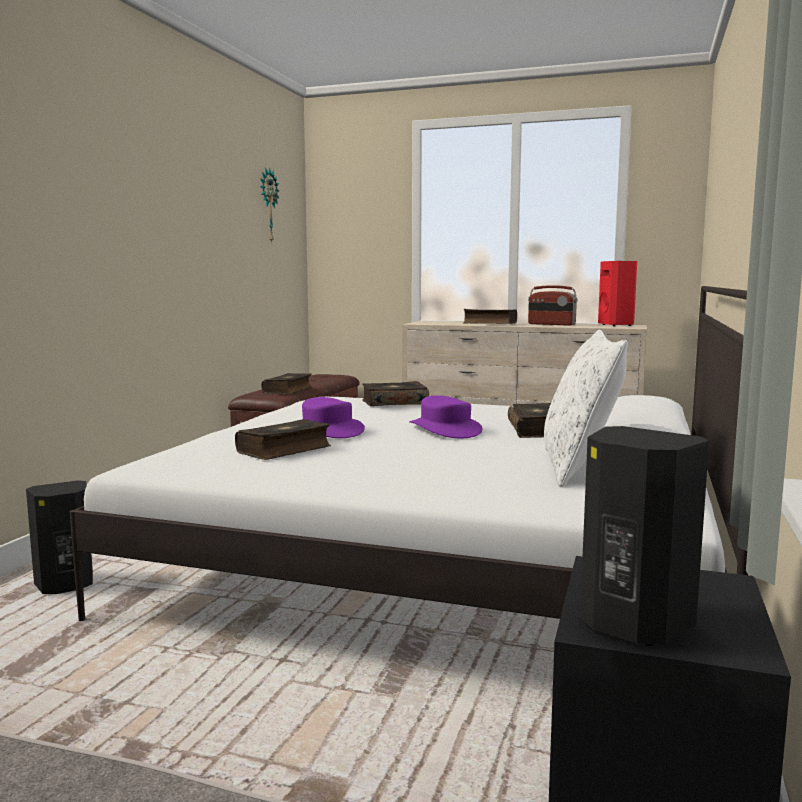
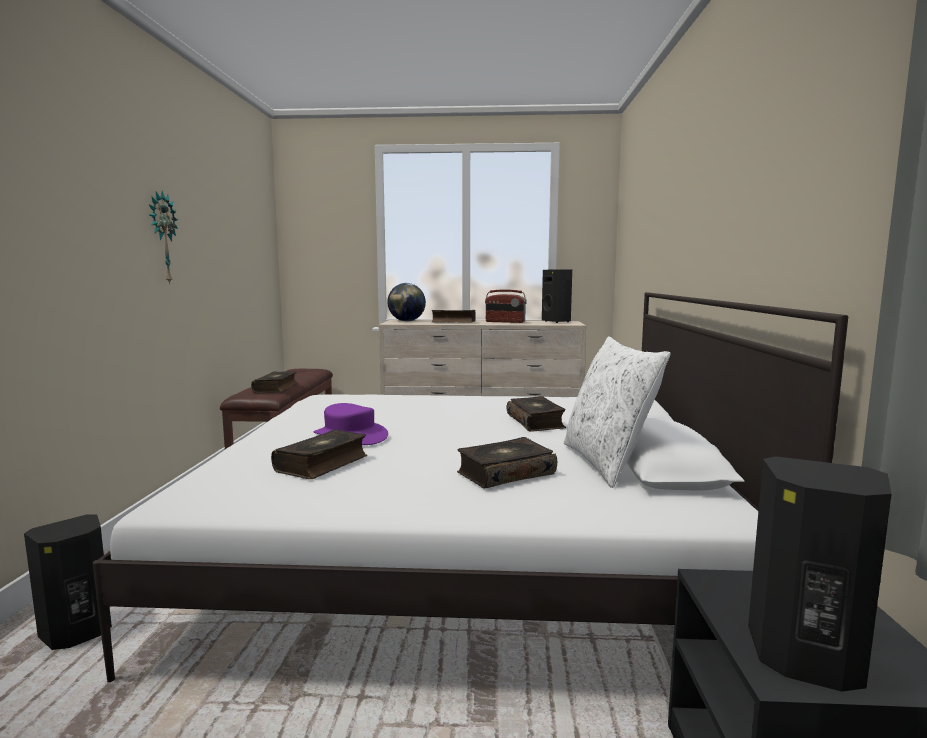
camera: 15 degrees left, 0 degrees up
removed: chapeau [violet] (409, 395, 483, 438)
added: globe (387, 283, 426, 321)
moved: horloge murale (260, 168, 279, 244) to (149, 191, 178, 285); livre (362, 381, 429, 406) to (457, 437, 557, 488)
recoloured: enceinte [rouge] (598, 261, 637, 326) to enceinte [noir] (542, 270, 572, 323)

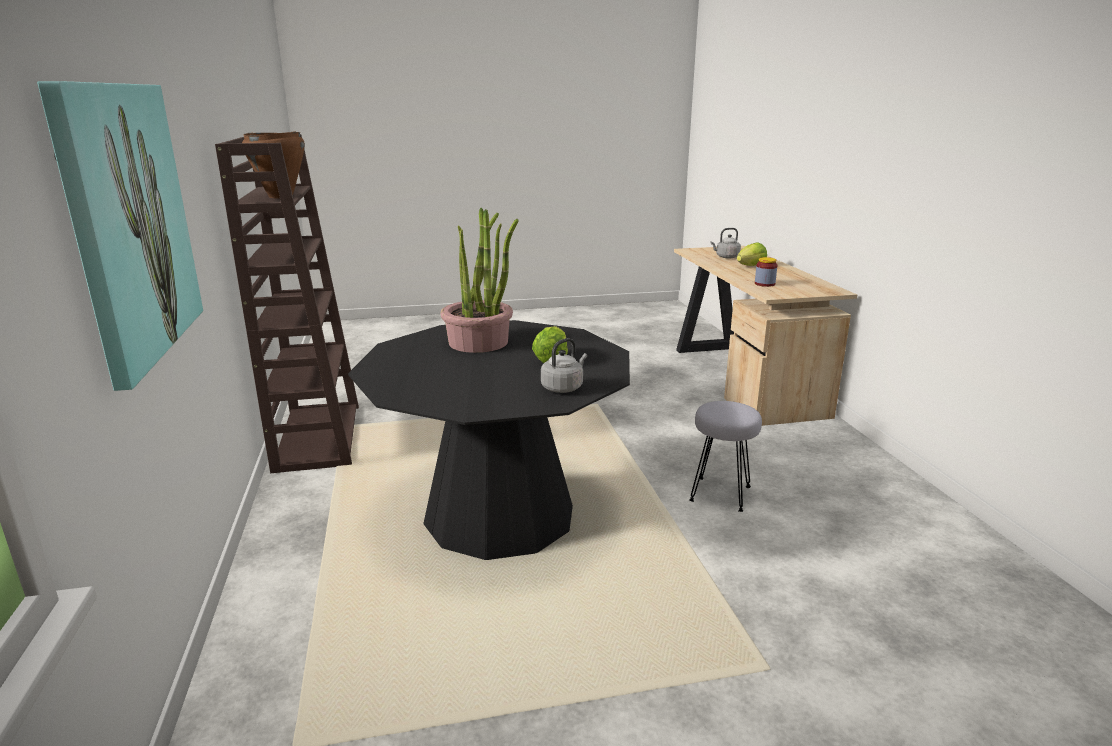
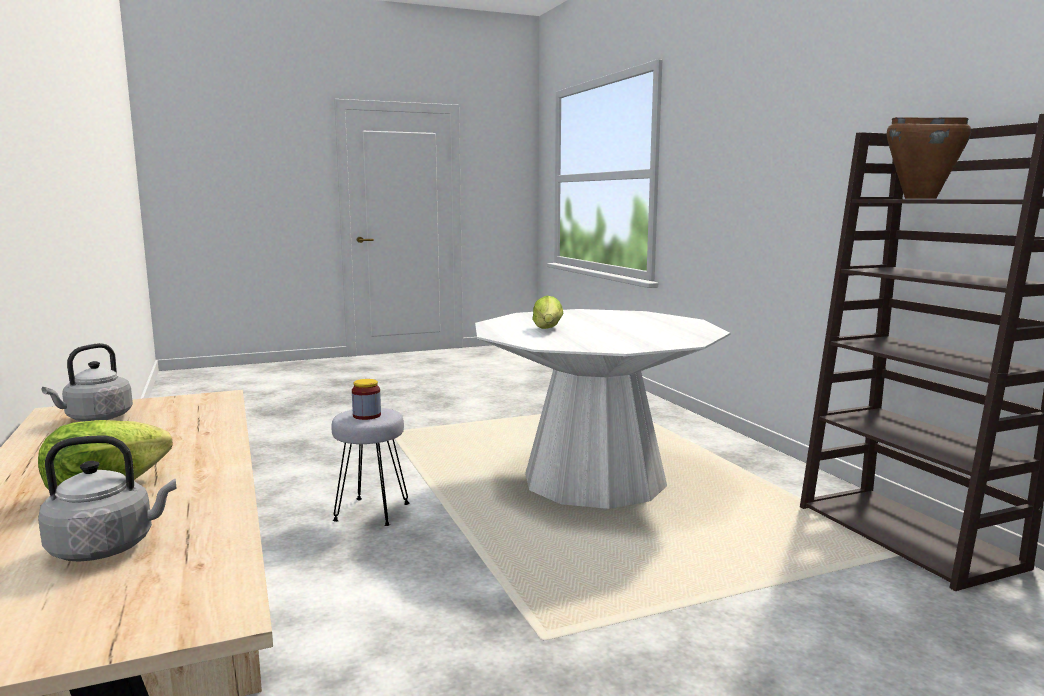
camera: 170 degrees right, 10 degrees down
removed: tableau (37, 81, 203, 391); plante en pot (441, 208, 519, 353)
moved: bouilloire [gris] (541, 338, 587, 393) to (41, 343, 133, 421); bocal (755, 257, 777, 287) to (352, 379, 381, 420)
recoloured: table à manger [noir] (348, 320, 630, 560) to table à manger [blanc] (475, 309, 730, 509)

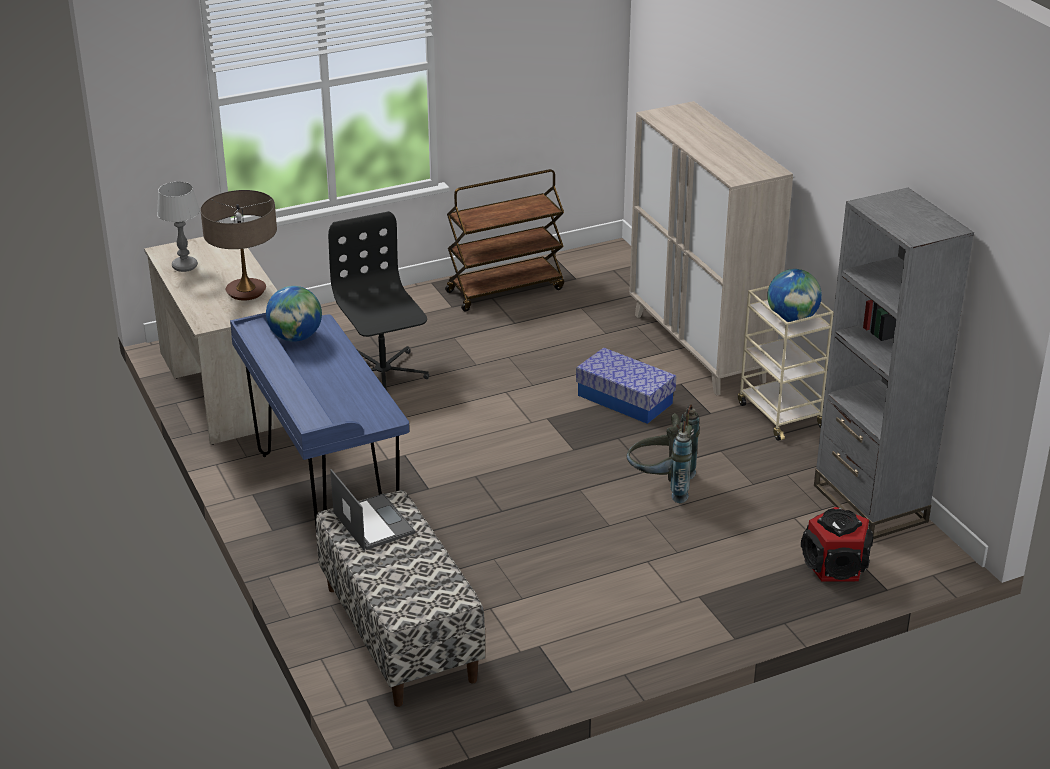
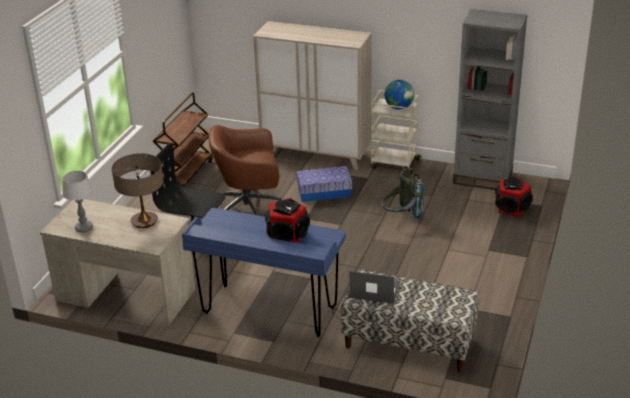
camera: 45 degrees left, 0 degrees up
removed: globe (266, 286, 322, 342)
added: chaise de bureau [marron] (208, 125, 281, 216); enceinte (265, 198, 310, 243)

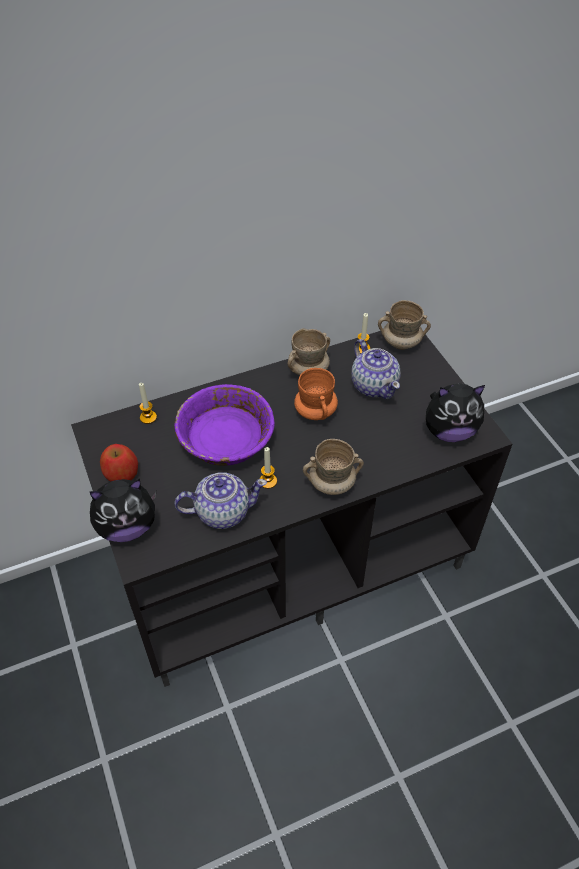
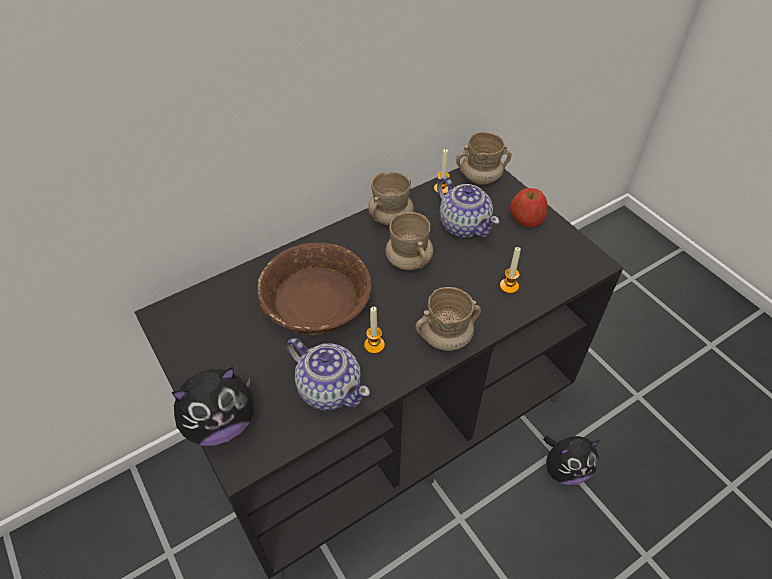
camera: 10 degrees left, 0 degrees up
moved: bougie (139, 383, 157, 424) to (500, 247, 521, 294); pomme (100, 444, 138, 482) to (510, 188, 548, 228); peluche (426, 383, 485, 442) to (543, 436, 601, 485)
recoloured: bol [violet] (174, 384, 275, 466) to bol [marron] (257, 243, 372, 335); mug [orange] (294, 368, 338, 420) to mug [beige] (385, 212, 433, 270)
turned: théière (174, 473, 267, 529) = (286, 338, 370, 411) 60 degrees clockwise

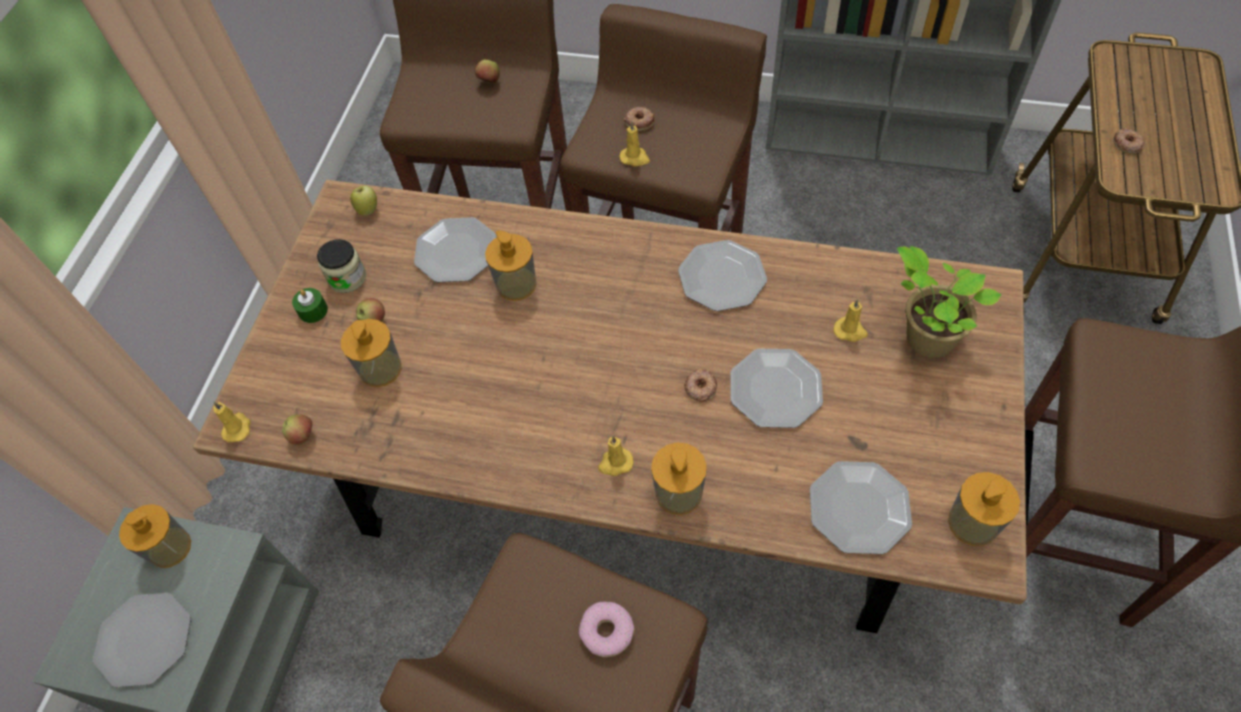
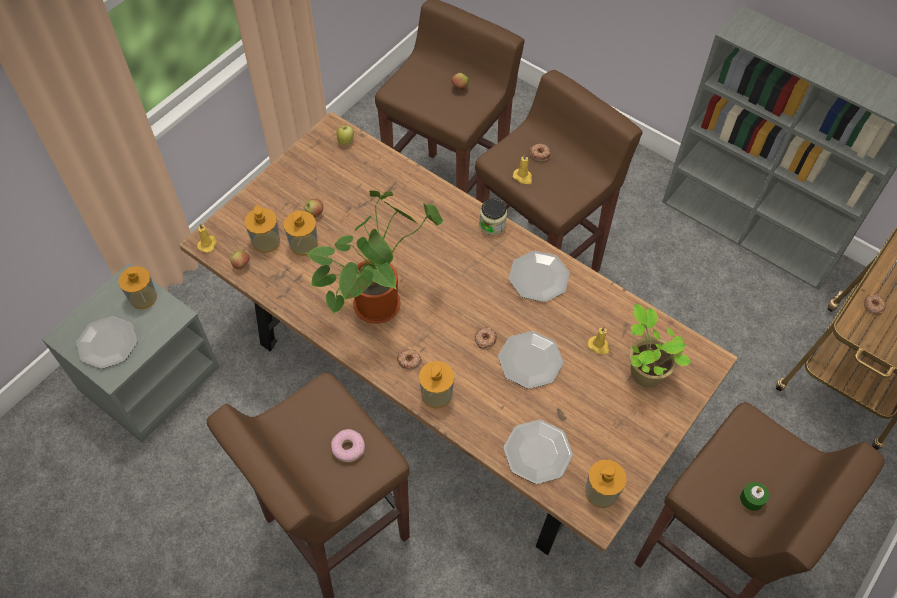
camera: 20 degrees right, 0 degrees up
removed: assiette (414, 217, 496, 282)
added: plante en pot (306, 190, 443, 324)
moved: distributeur de savon (485, 230, 537, 301) to (245, 205, 280, 253); bocal (317, 239, 366, 293) to (479, 199, 507, 235); bougie [vert] (292, 288, 328, 323) to (740, 482, 769, 511)
replaced: bougie [jaune] (598, 436, 634, 476) to beignet (397, 349, 421, 370)

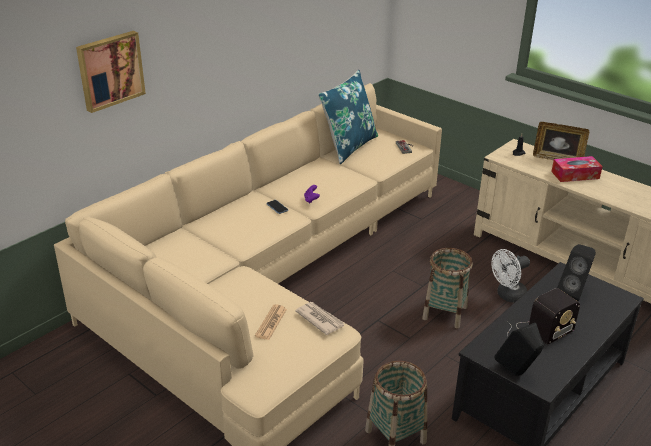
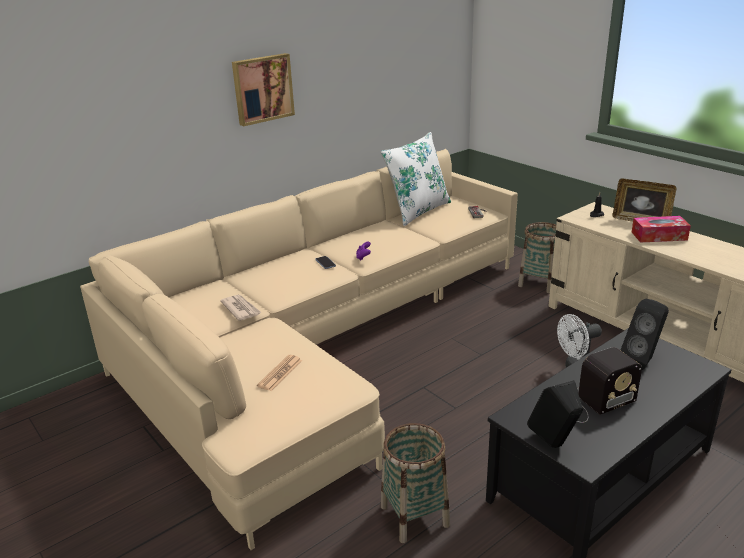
camera: 10 degrees right, 5 degrees down
moved: journal (295, 302, 345, 335) to (220, 295, 262, 321); tableau (76, 31, 146, 113) to (232, 53, 295, 126); panier (422, 248, 473, 328) to (518, 222, 556, 293)
recoloured: coussin [bleu] (318, 70, 378, 164) to coussin [blanc] (381, 132, 451, 226)

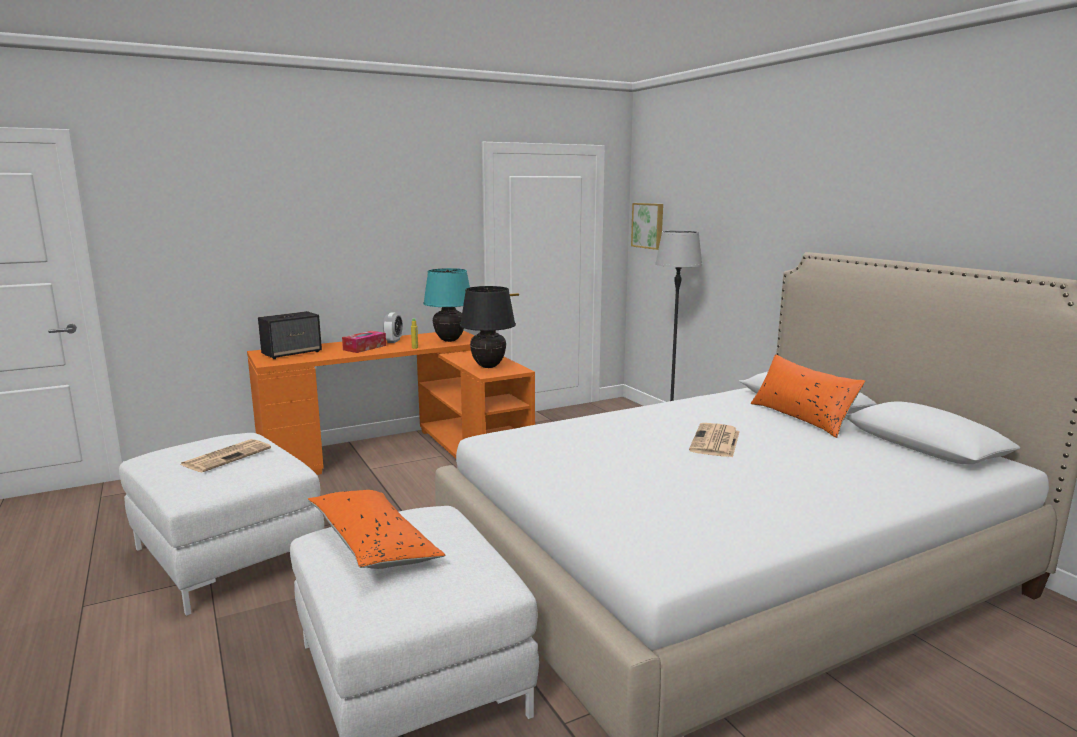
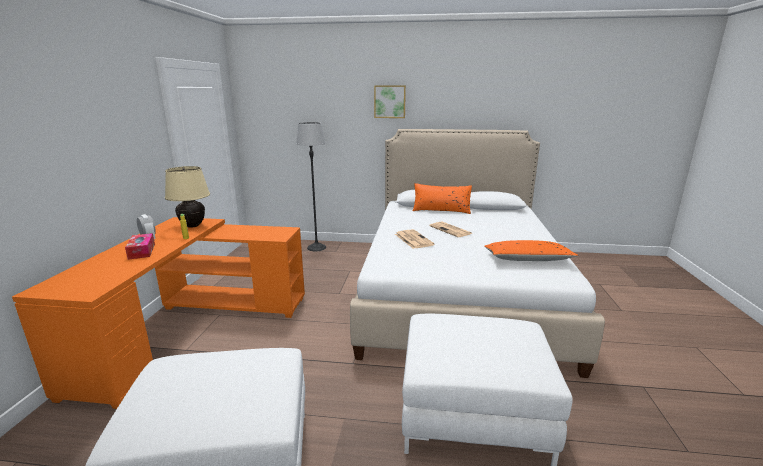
camera: 55 degrees left, 5 degrees up
removed: enceinte (258, 311, 322, 359); lampe de table [noir] (460, 286, 516, 368)
moved: tableau (631, 203, 663, 250) to (374, 86, 406, 118); journal (180, 439, 271, 472) to (395, 229, 434, 249); coussin [orange] (308, 490, 445, 569) to (484, 240, 579, 261)
recoloured: lampe de table [turquoise] (423, 268, 470, 342) to lampe de table [beige] (165, 166, 210, 228)

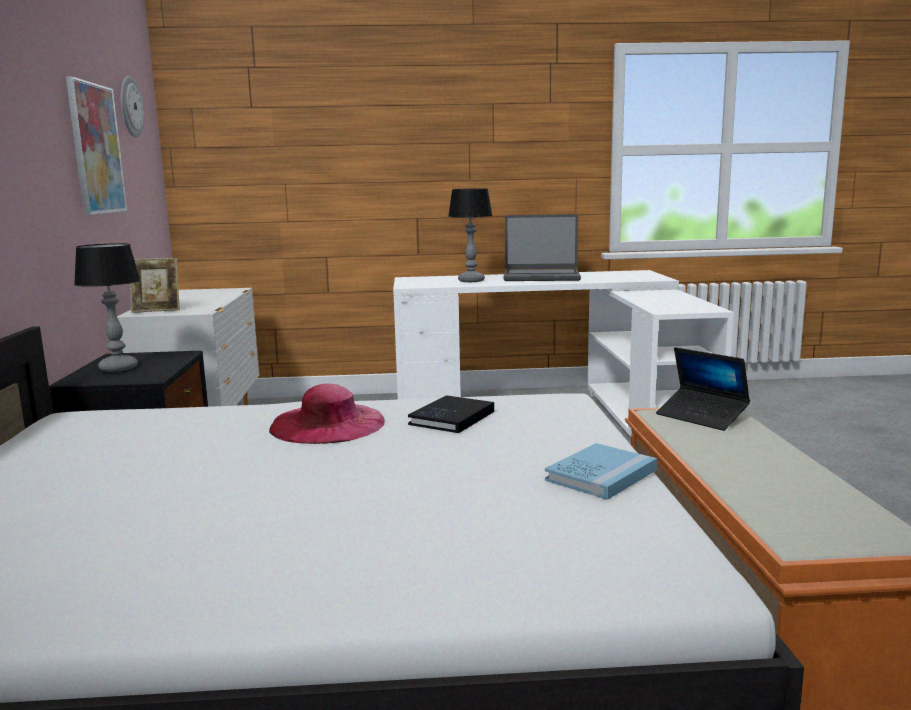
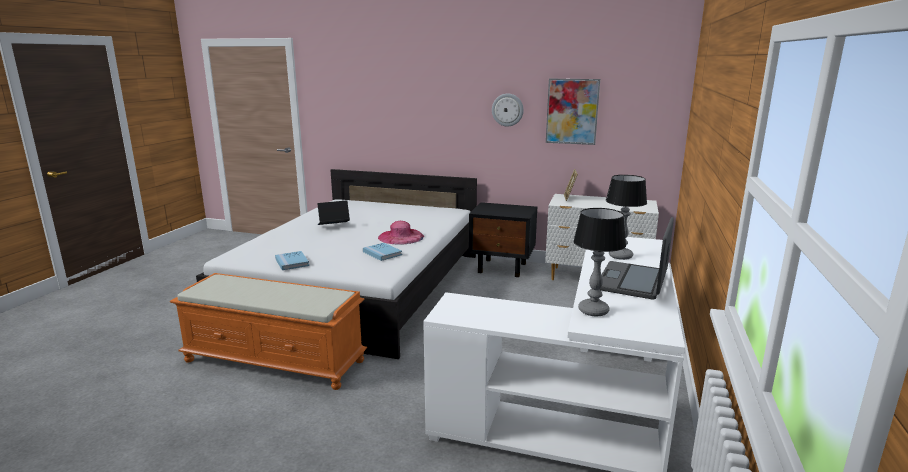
camera: 110 degrees right, 5 degrees up
moved: ordinateur portable (656, 347, 750, 431) to (317, 200, 350, 225); horloge murale (121, 76, 144, 137) to (492, 94, 524, 126); lampe de table (74, 243, 141, 372) to (573, 208, 626, 316)
recoloured: livre [noir] (408, 395, 494, 433) to livre [bleu] (363, 243, 402, 261)

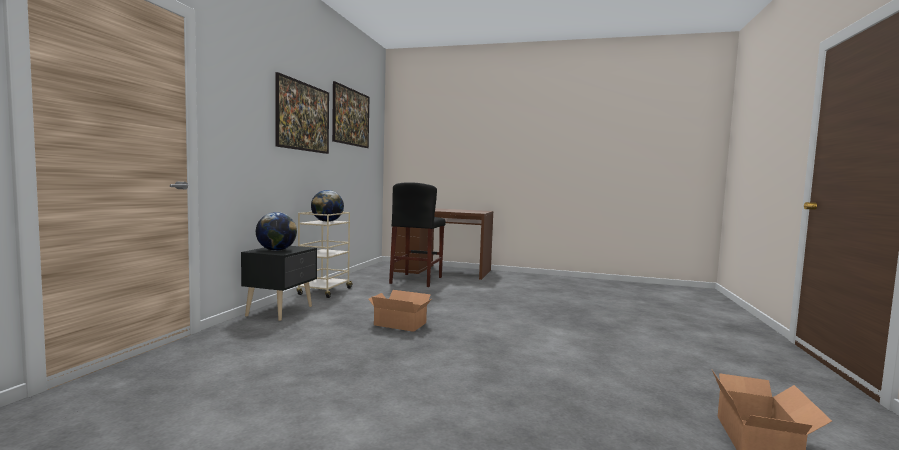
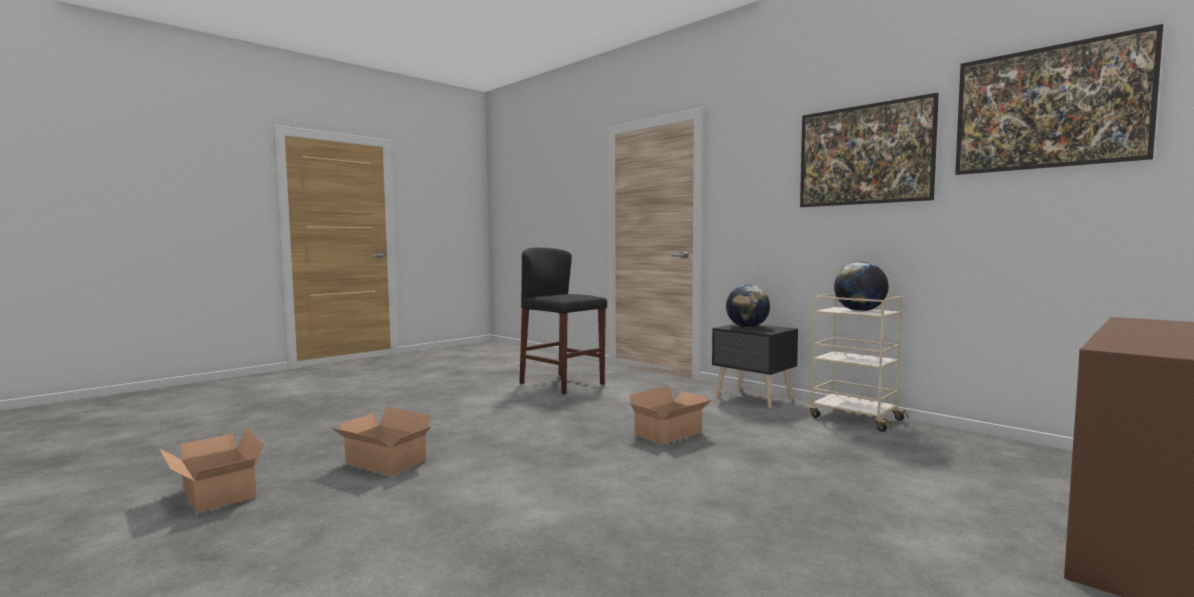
camera: 120 degrees right, 0 degrees up
added: carton (332, 407, 432, 476)
moved: tabouret [noir] (389, 183, 446, 287) to (519, 247, 607, 395)

